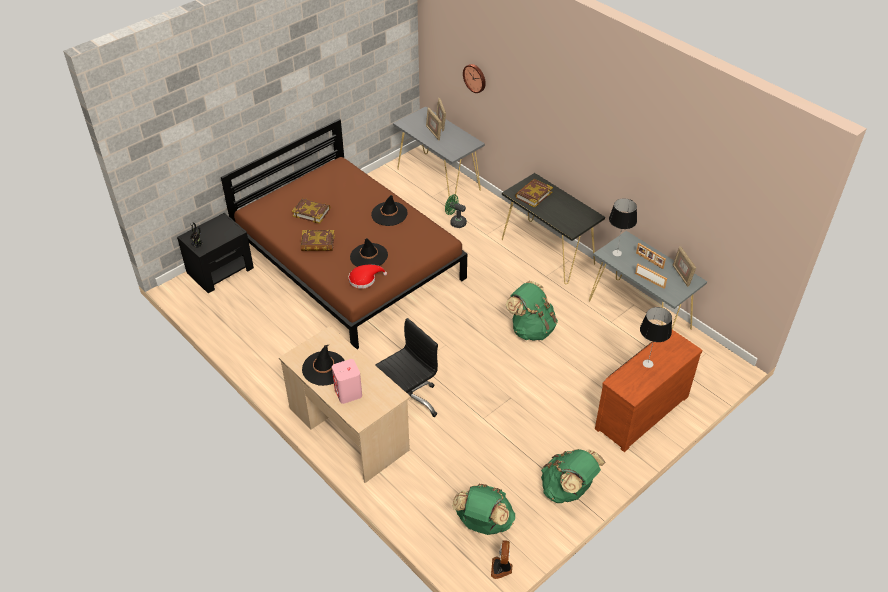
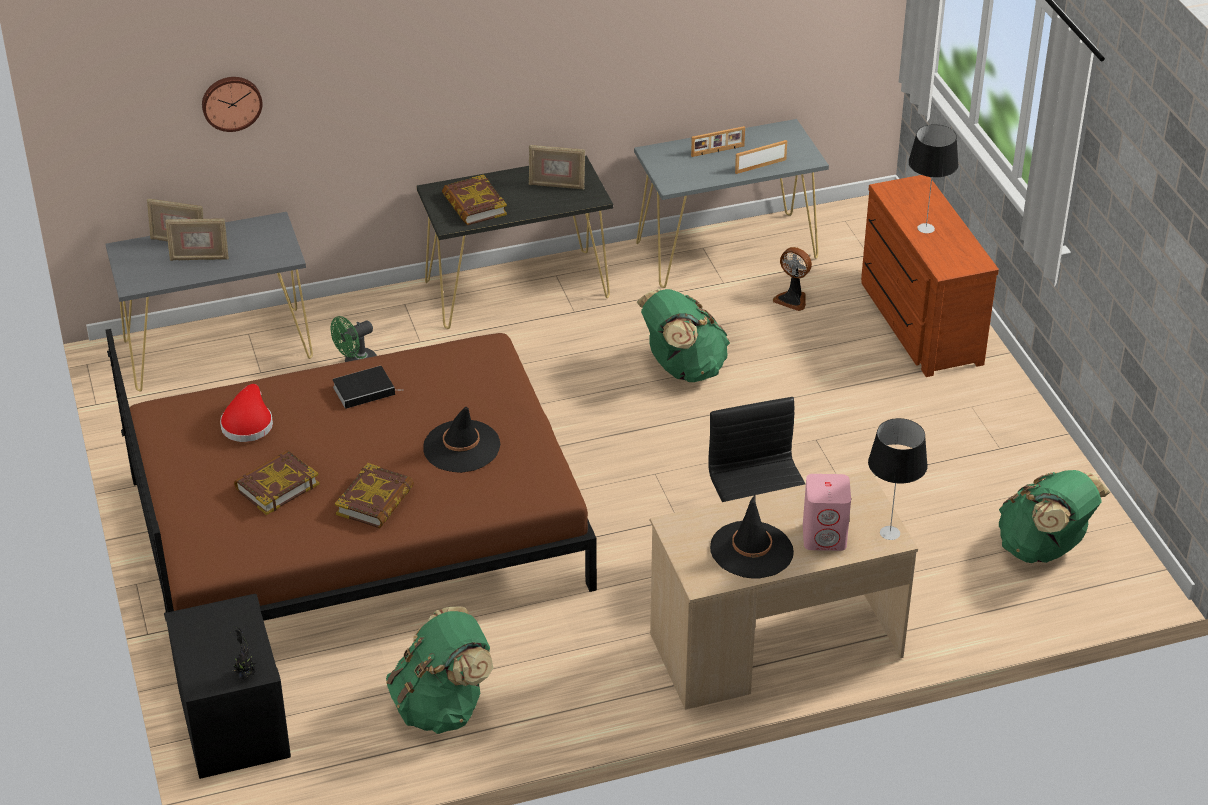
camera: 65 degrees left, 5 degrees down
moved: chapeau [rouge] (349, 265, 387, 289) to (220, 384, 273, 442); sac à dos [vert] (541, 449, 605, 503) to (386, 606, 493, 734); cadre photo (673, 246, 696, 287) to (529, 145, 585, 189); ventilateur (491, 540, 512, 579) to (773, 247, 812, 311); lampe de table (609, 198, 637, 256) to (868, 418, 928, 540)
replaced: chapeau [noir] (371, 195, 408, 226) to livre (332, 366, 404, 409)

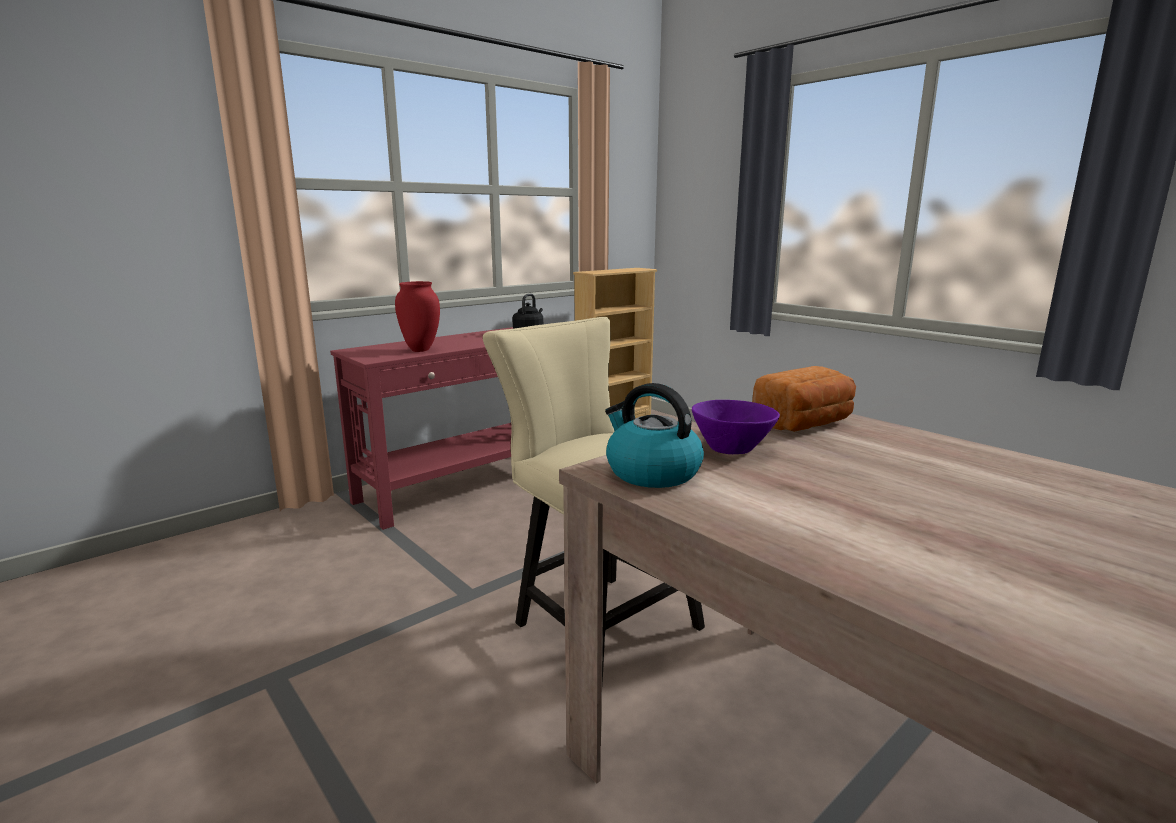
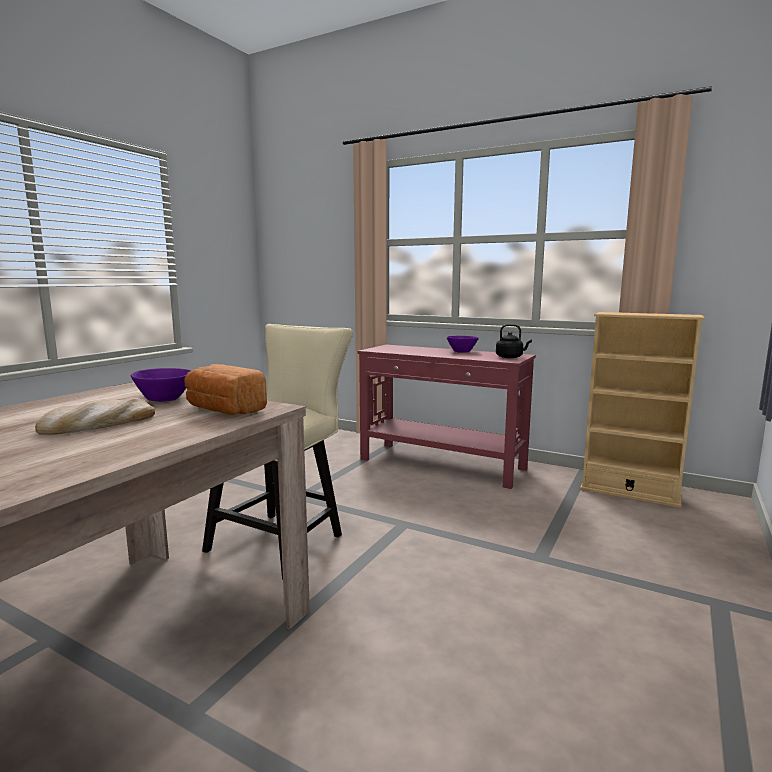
camera: 70 degrees right, 5 degrees down
removed: vase [rouge] (395, 281, 440, 352); bouilloire (605, 383, 704, 488)
added: pain (35, 397, 155, 435); bol [violet] (447, 336, 479, 353)

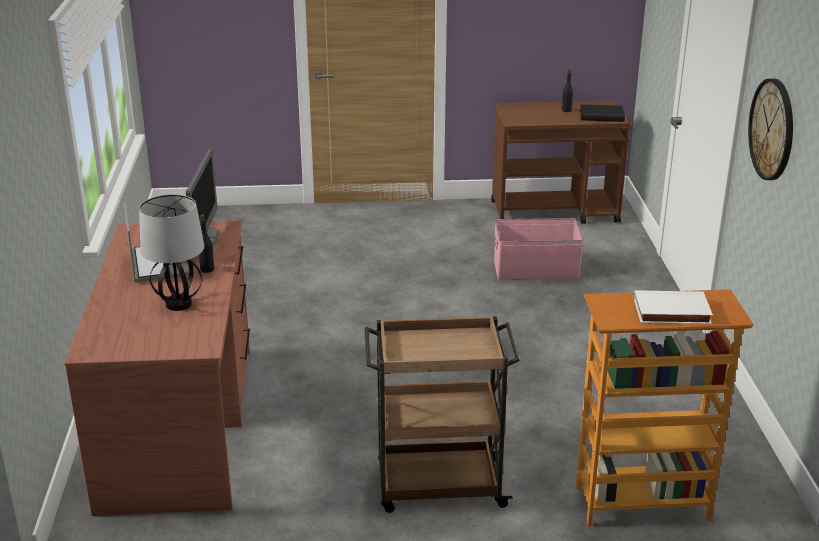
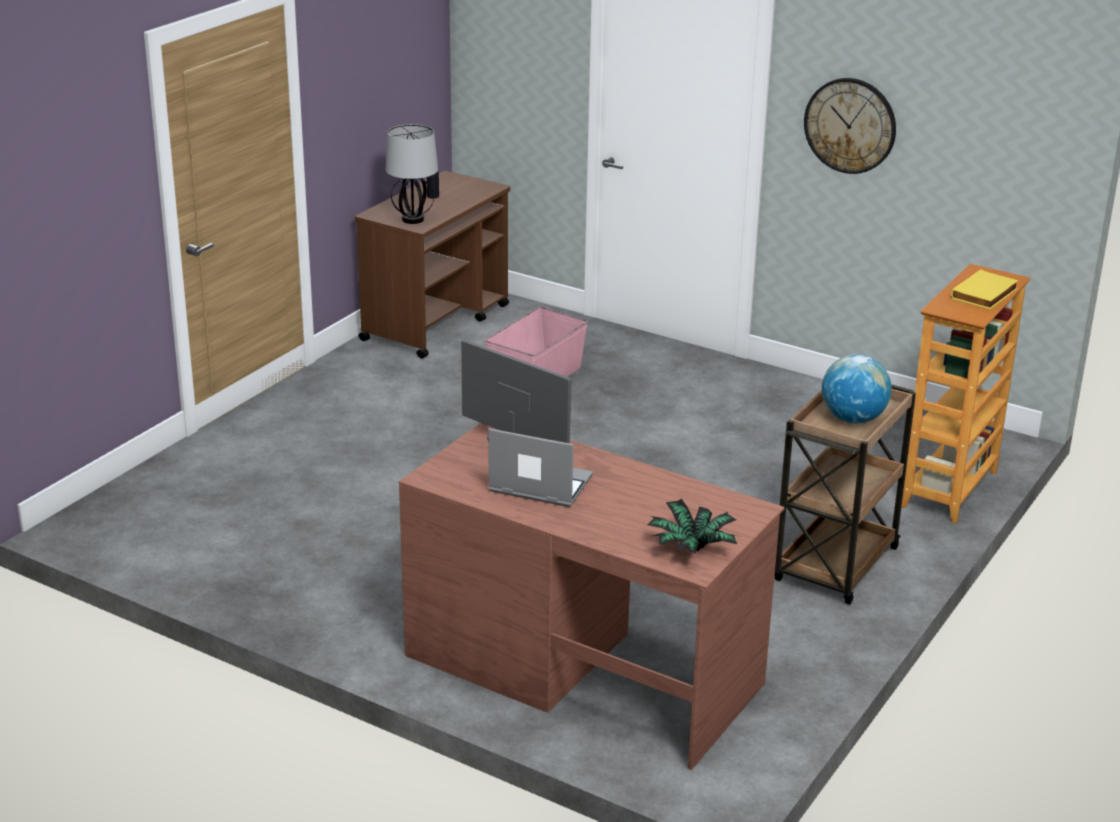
camera: 55 degrees left, 0 degrees up
removed: bouteille [noir] (199, 215, 214, 273); livre [noir] (580, 104, 625, 122)
added: plante en pot (647, 499, 737, 554); globe (822, 354, 892, 423)
moved: lampe de table (139, 194, 204, 311) to (386, 124, 438, 224)
recoloured: livre [blanc] (634, 291, 713, 324) to livre [jaune] (951, 270, 1019, 309)

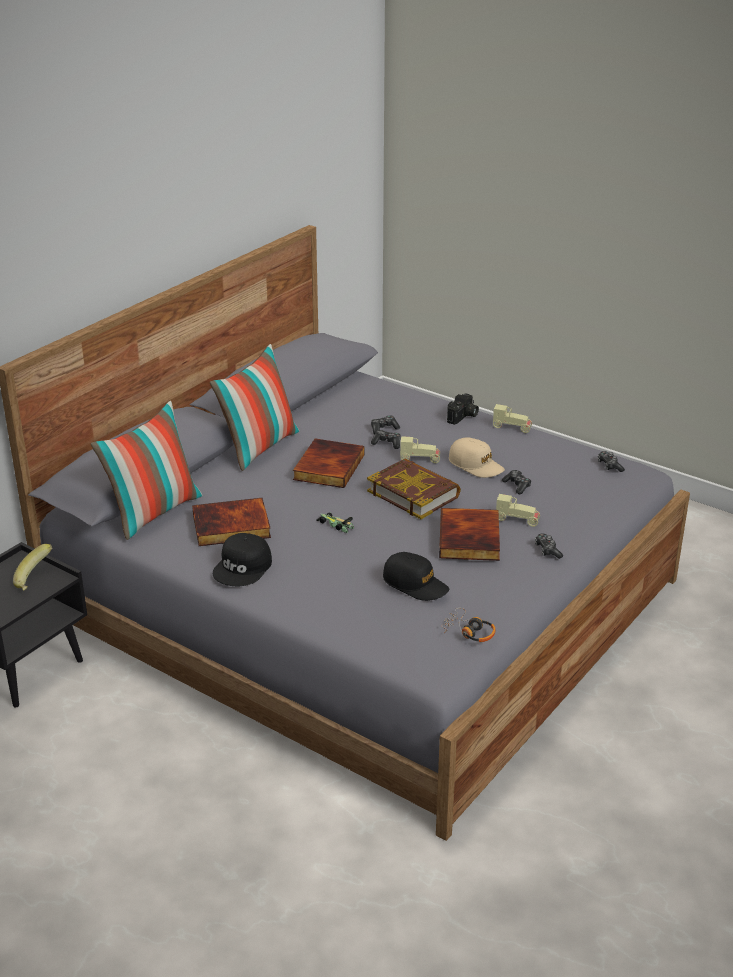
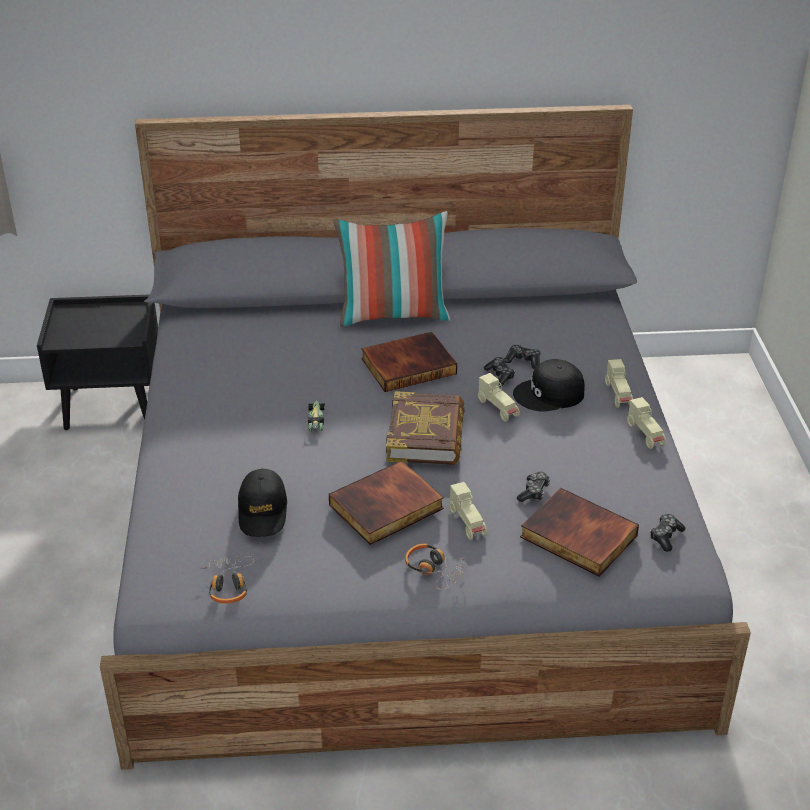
camera: 50 degrees right, 5 degrees up
removed: banane (13, 544, 52, 591); coussin (91, 401, 203, 540); casquette [beige] (449, 437, 505, 478)
moved: casquette [noir] (213, 533, 272, 586) to (513, 359, 585, 412); livre (192, 498, 271, 546) to (520, 488, 639, 577)
replaced: manette (535, 534, 563, 559) to casque audio (405, 544, 468, 590); appareil photo (447, 394, 479, 425) to petite voiture [beige] (605, 359, 633, 408)

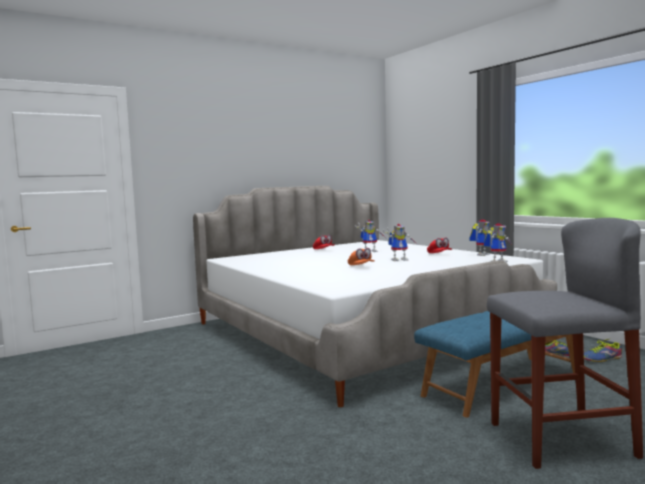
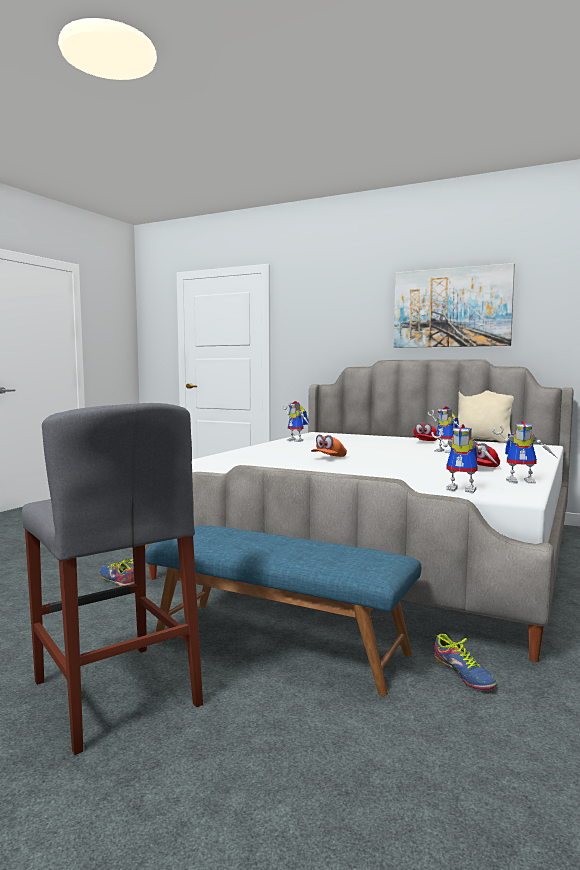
camera: 60 degrees right, 0 degrees up
added: tableau (394, 263, 515, 348); coussin [beige] (457, 390, 514, 443)
moved: chaussure (584, 339, 622, 362) to (100, 559, 135, 587); robot jouet (383, 224, 417, 261) to (283, 401, 310, 442)

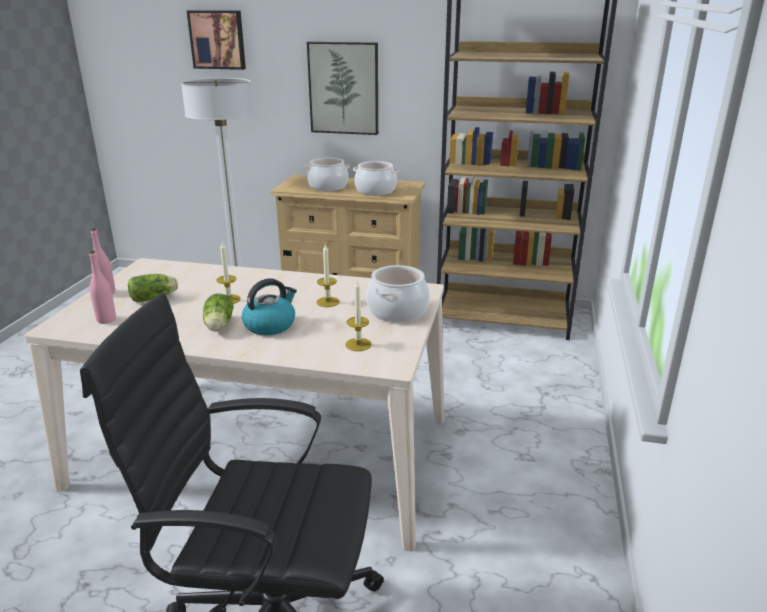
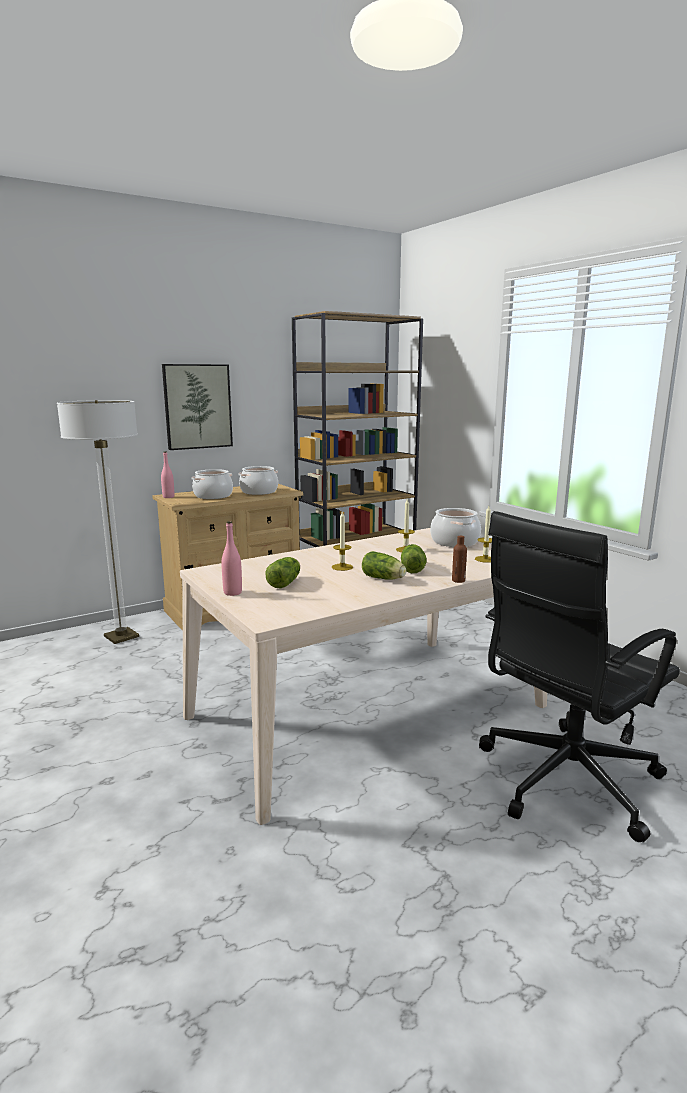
camera: 45 degrees left, 10 degrees down
removed: tableau (187, 10, 246, 70)
added: bouteille [marron] (452, 536, 467, 583)
moved: bouteille [rose] (89, 251, 116, 324) to (161, 451, 174, 498)
replaced: bouilloire (242, 278, 297, 335) to laitue (401, 544, 427, 573)

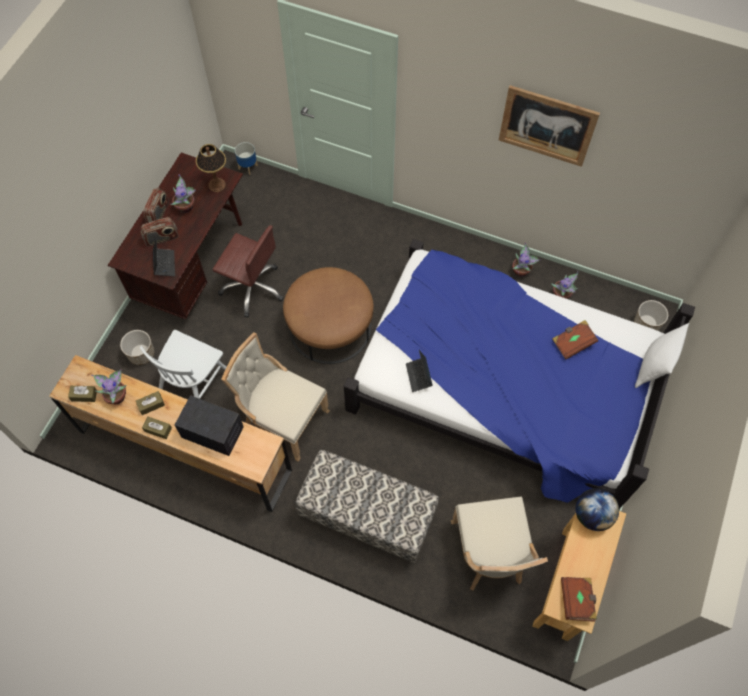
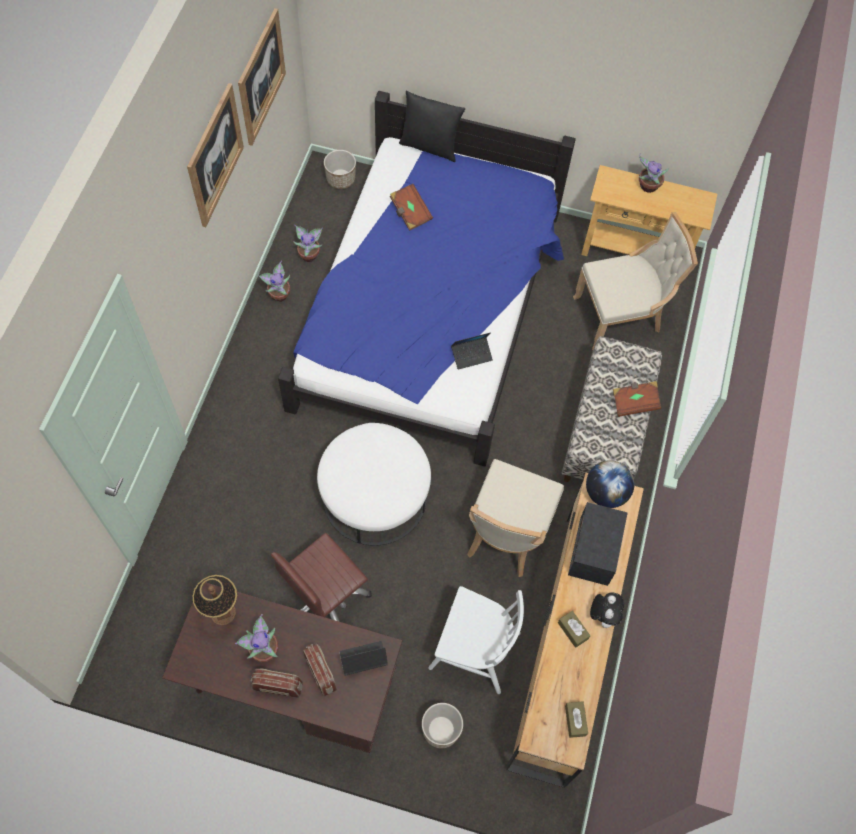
camera: 100 degrees left, 0 degrees up
removed: cache-pot (235, 142, 258, 175)
added: tableau (238, 8, 286, 146)
moved: globe (576, 488, 619, 531) to (586, 460, 634, 508); livre [marron] (561, 577, 597, 622) to (613, 381, 661, 417); plante en pot (91, 369, 126, 405) to (639, 153, 669, 193)
replaced: boîte à mouchoirs [marron] (142, 417, 172, 439) to peluche (590, 592, 624, 628)
recoloured: pouf [marron] (283, 267, 374, 364) to pouf [blanc] (317, 423, 431, 546); coussin [blanc] (635, 323, 689, 388) to coussin [noir] (399, 91, 465, 162)
turned: chaise de bureau [marron] (212, 225, 283, 317) = (271, 533, 372, 622) 150 degrees counterclockwise

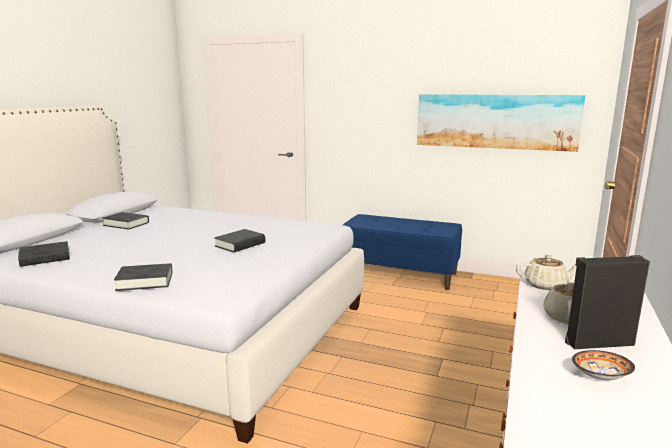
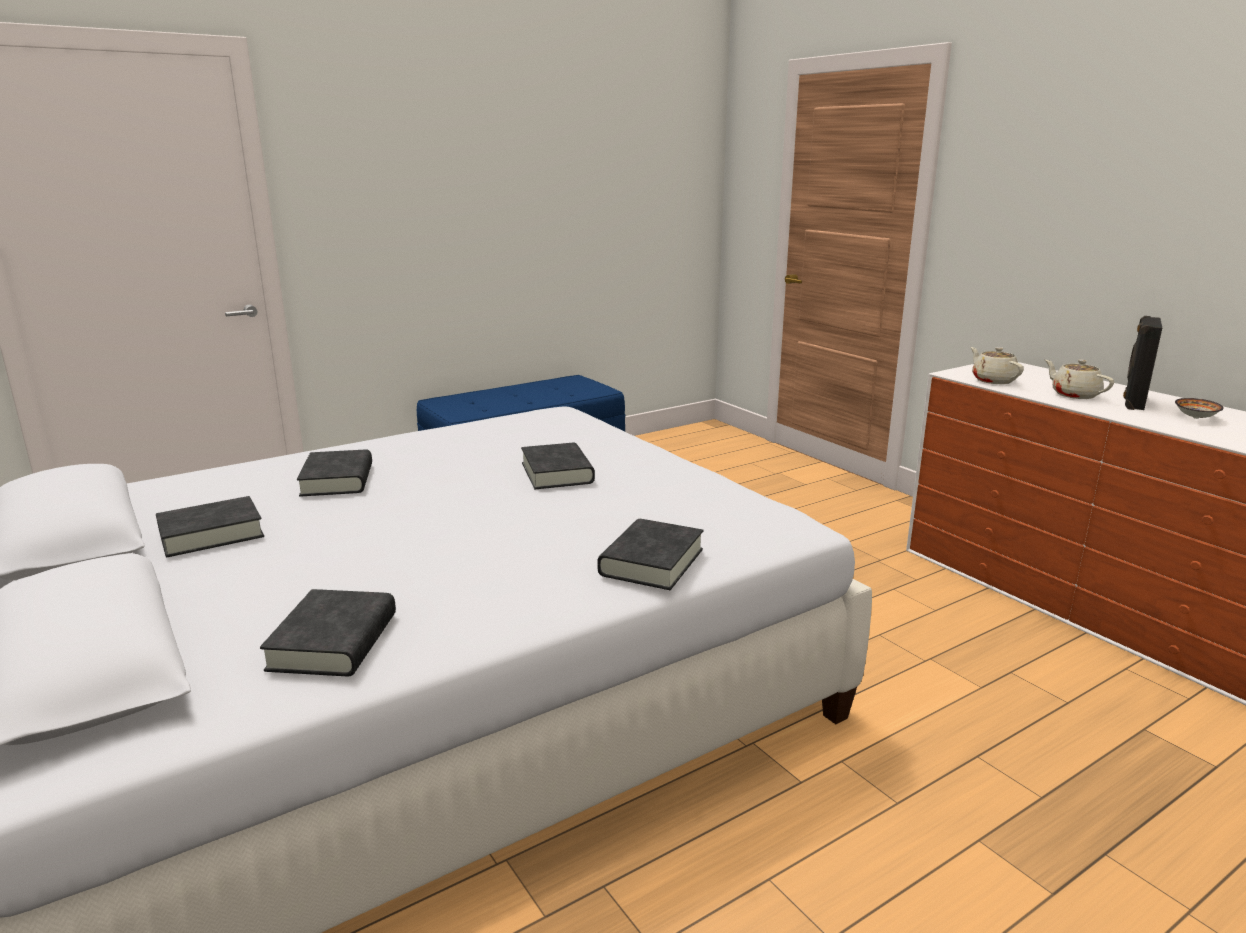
camera: 55 degrees left, 5 degrees up
removed: tableau (417, 94, 585, 152)
added: livre [noir] (297, 449, 372, 497)
turned: théière [beige] (516, 255, 577, 290) = (970, 347, 1024, 384) 60 degrees counterclockwise

